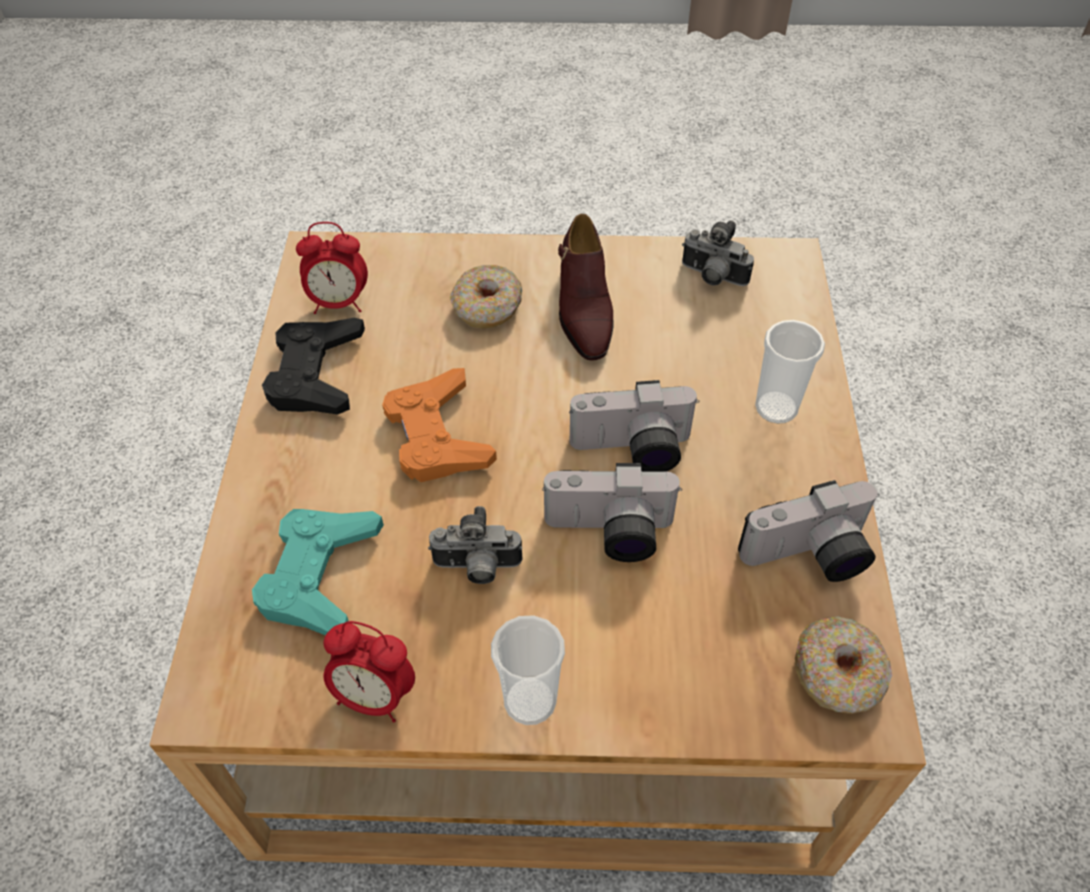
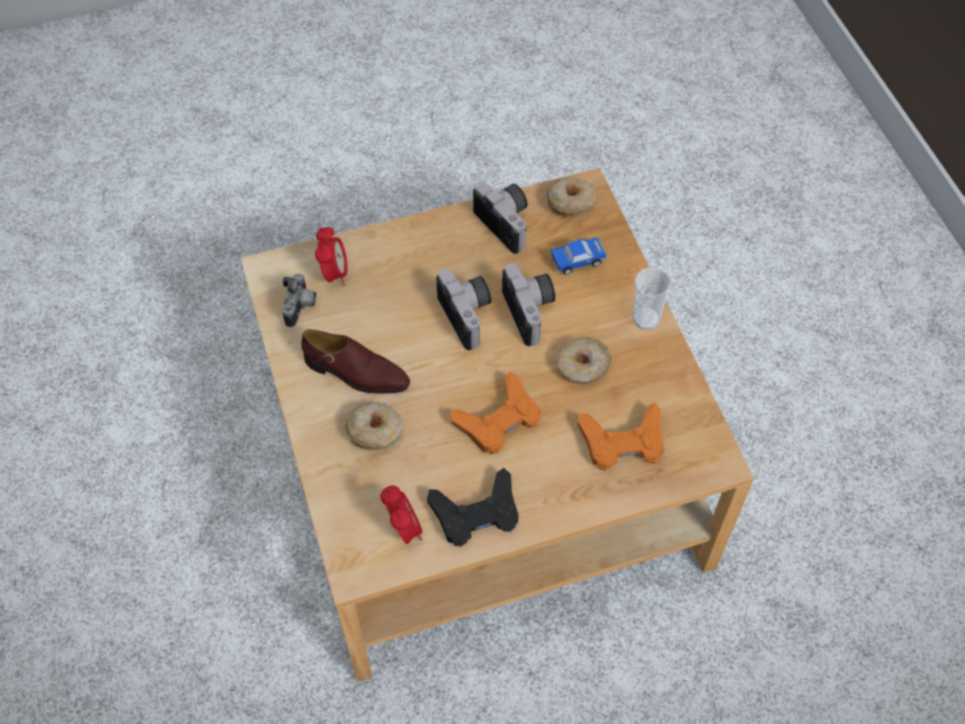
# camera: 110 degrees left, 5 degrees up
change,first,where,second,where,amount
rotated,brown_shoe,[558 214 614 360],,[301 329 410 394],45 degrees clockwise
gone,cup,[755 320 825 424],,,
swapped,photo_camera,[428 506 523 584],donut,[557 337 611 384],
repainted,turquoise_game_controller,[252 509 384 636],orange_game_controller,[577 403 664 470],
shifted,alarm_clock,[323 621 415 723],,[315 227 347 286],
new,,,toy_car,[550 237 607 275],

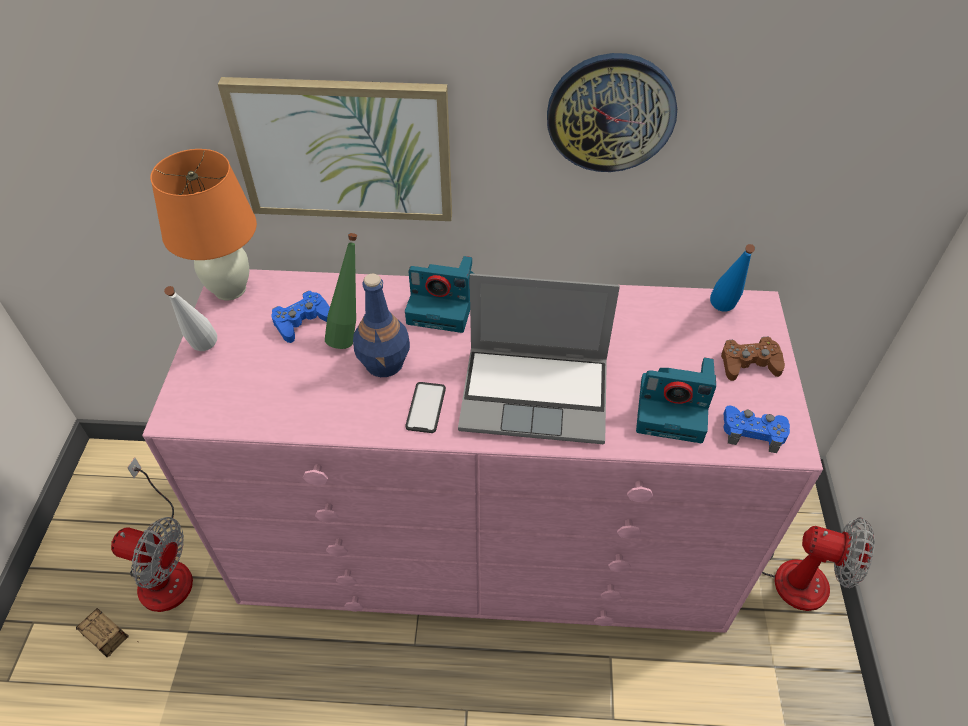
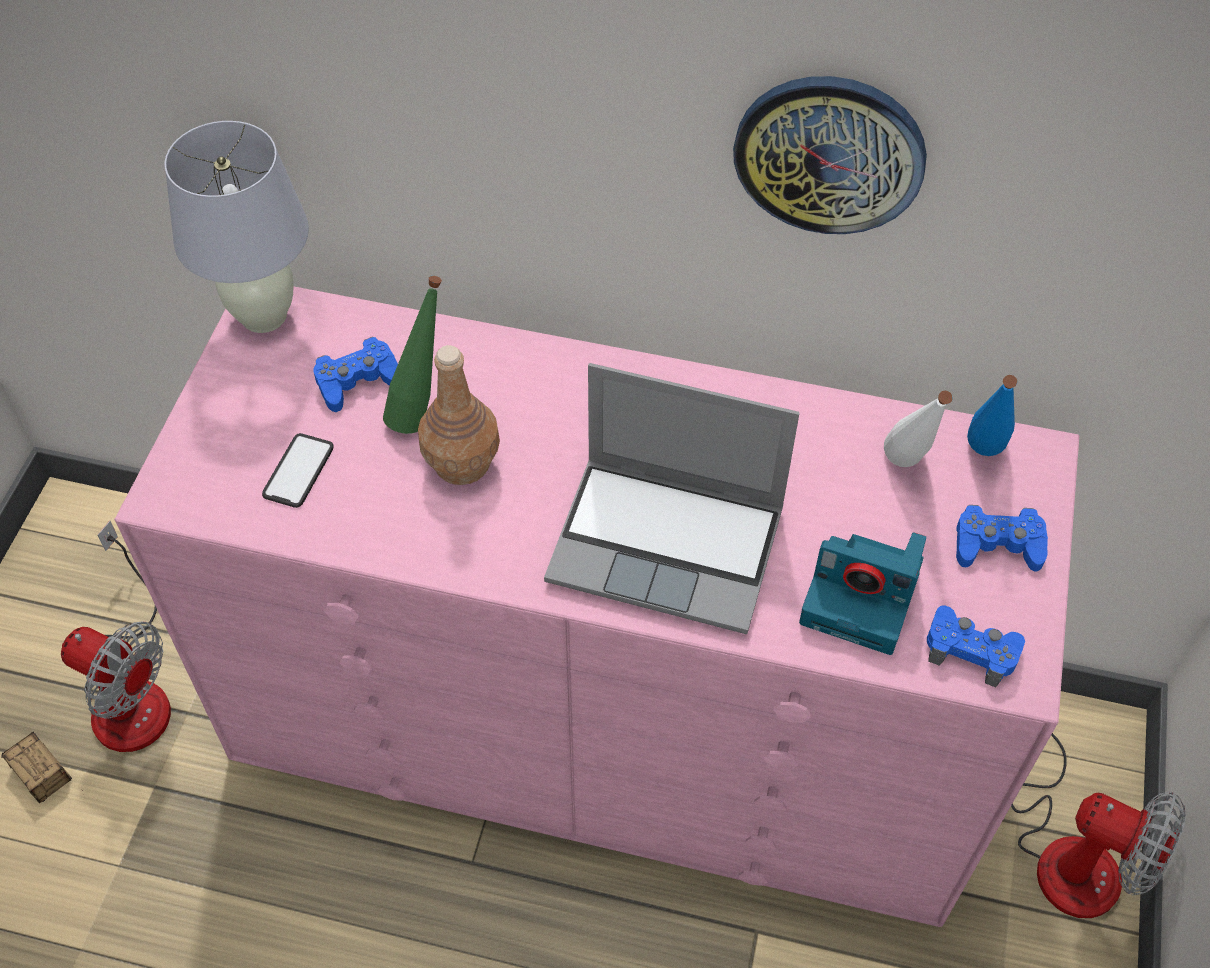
# camera: 10 degrees right, 5 degrees up
change,first,where,second,where,amount
gone,picture,[218 77 452 221],,,
repainted,orange_table_lamp,[150 149 257 300],white_table_lamp,[164 121 309 333],
gone,photo_camera,[405 256 474 333],,,
repainted,blue_bottle,[353 274 410 377],brown_bottle,[418 345 500 485],
shifted,white_bottle,[164 286 217 351],,[884 391 953 467],
repainted,brown_game_controller,[721 337 785 381],blue_game_controller,[956 505 1048 572],
shifted,phone,[405 382 446 433],,[262 433 333 508],

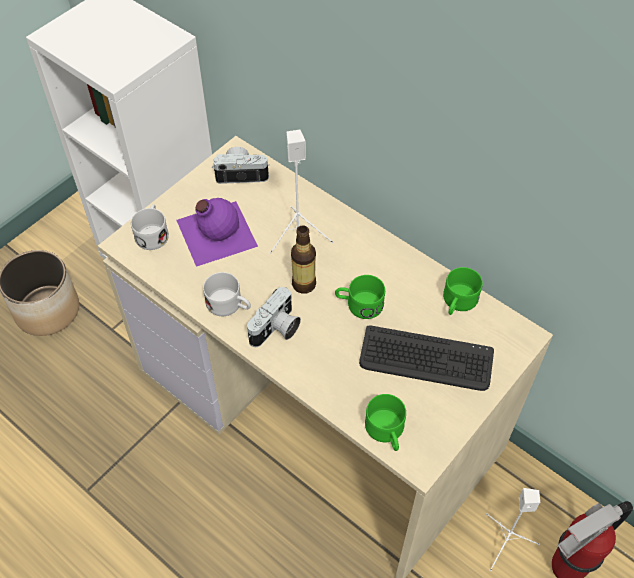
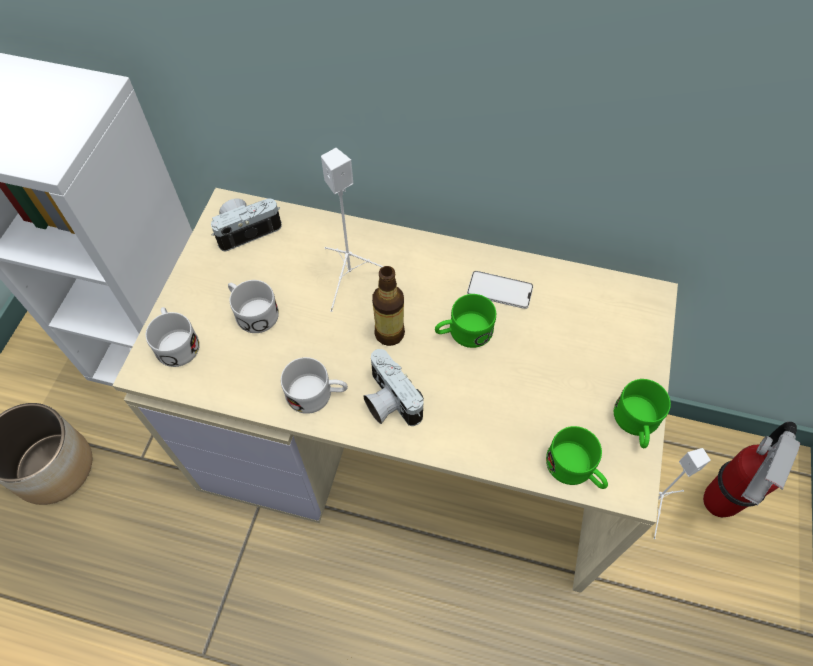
# camera: 25 degrees left, 5 degrees up
change,first,where,second,where,amount
swapped,purple_bottle,[176 198 258 267],white_mug,[228 280 279 333],
shifted,green_mug,[443 267 483 315],,[614 379 671 448],
rotated,photo_camera,[247 287 301 347],,[363 349 424 426],135 degrees clockwise
gone,keyboard,[359 325 494 391],,,
new,,,phone,[467 271 533 309],

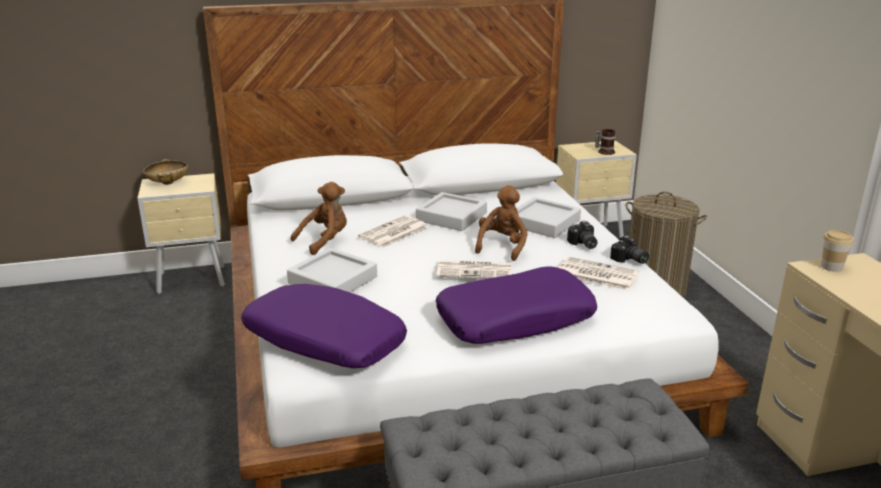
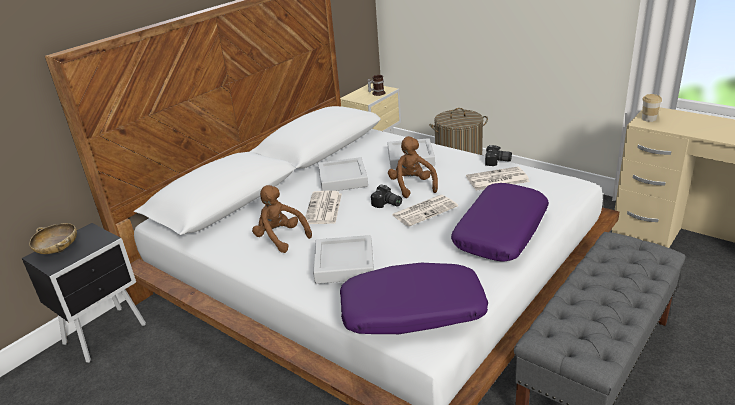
# camera: 35 degrees left, 5 degrees up
change,first,where,second,where,amount
repainted,beige_nightstand,[137 173 225 294],black_nightstand,[22 223 146 363],
rotated,brown_plush_toy,[291 182 347 255],,[252 185 312 253],60 degrees counterclockwise
shifted,photo_camera,[567 221 597 249],,[371 184 402 208],

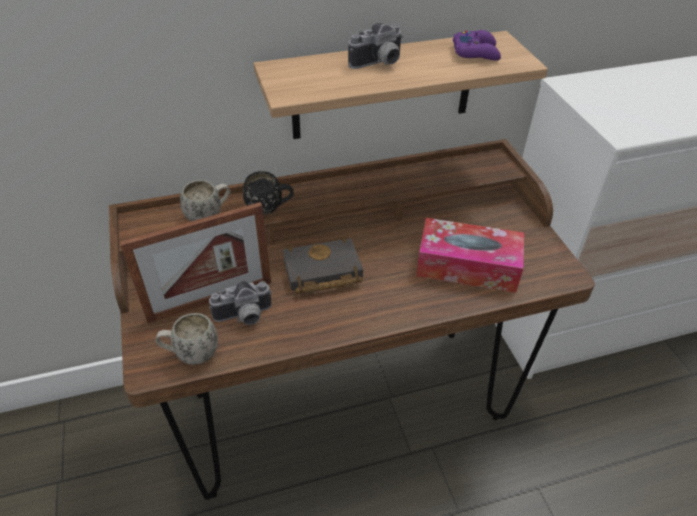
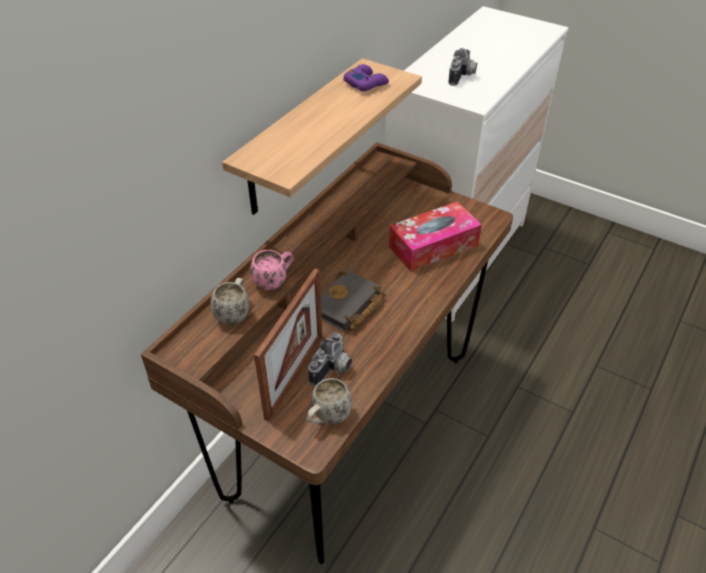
# camera: 40 degrees left, 0 degrees up
change,first,where,second,where,amount
shifted,photo_camera,[348 23 403 69],,[448 48 477 86],
repainted,black_mug,[243 171 294 215],pink_mug,[250 250 294 290],

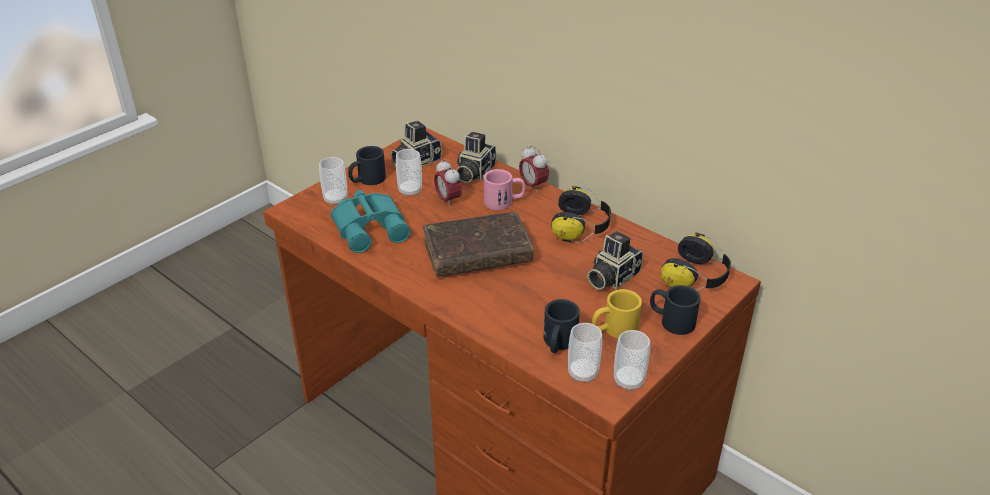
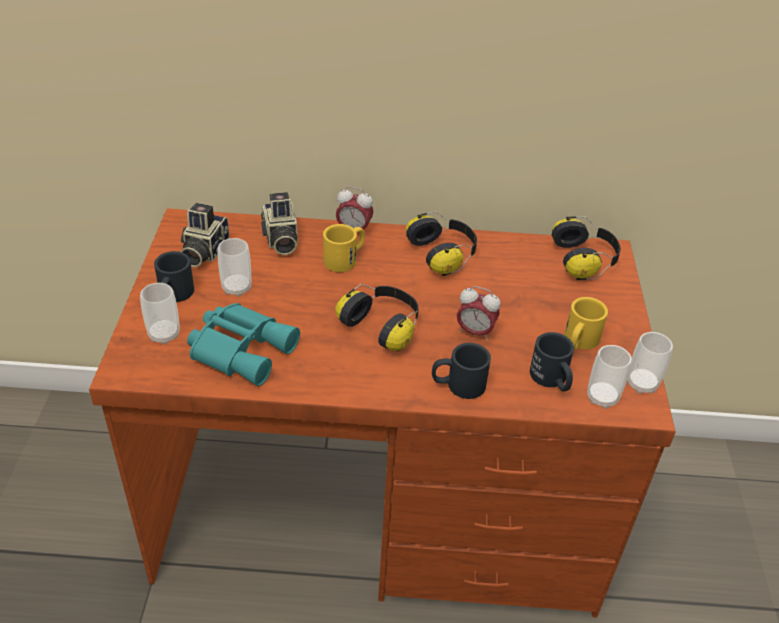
# camera: 40 degrees left, 5 degrees up
change,first,where,second,where,amount
shifted,alarm_clock,[434 159 462 208],,[457 286 501 341],
repainted,pink_mug,[484 169 525 210],yellow_mug,[323 224 365 272],
swapped,brown_book,[423 212 534 277],headphones,[335 284 419 352],
gone,photo_camera,[587 231 643 290],,,
shifted,black_mug,[650 285 701 335],,[432 343 491 399],

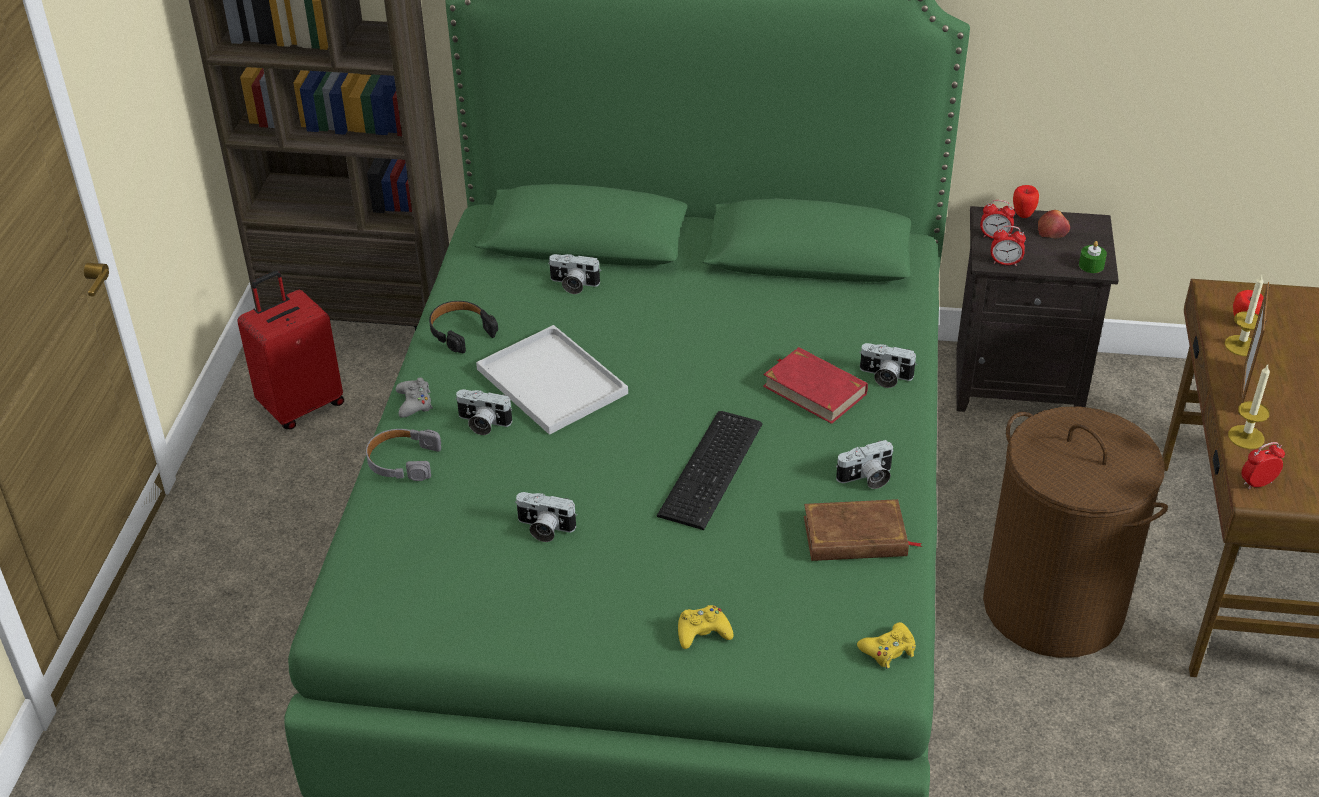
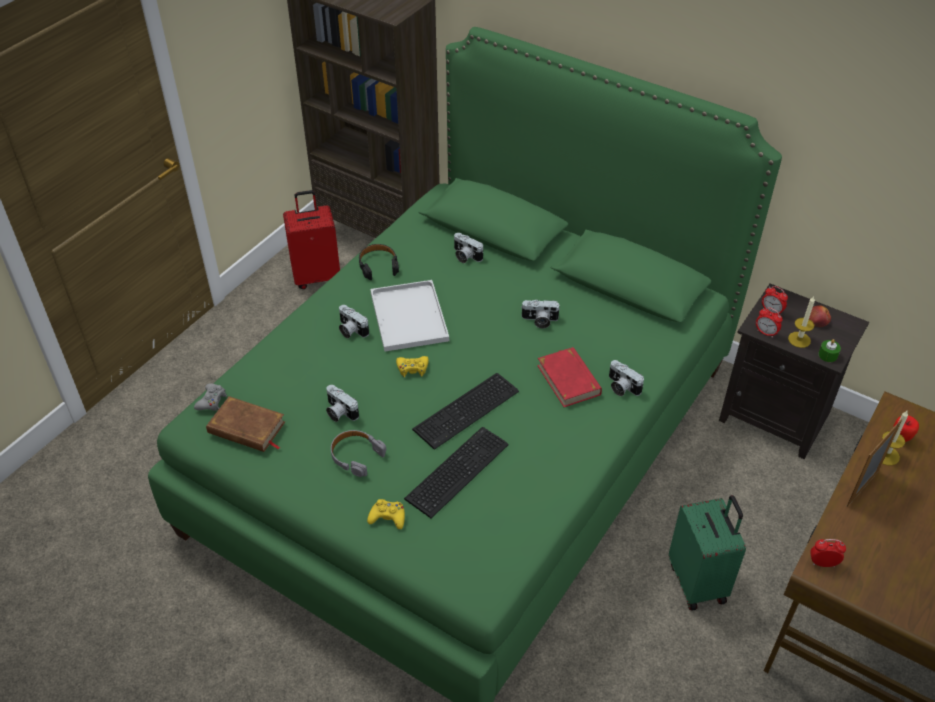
# camera: 25 degrees right, 5 degrees up
change,first,where,second,where,amount
gone,apple,[1013 185 1039 218],,,
shifted,candle,[1228 365 1270 449],,[788 296 815 348],
shifted,grey_game_controller,[396 377 433 418],,[194 383 227 411],
swapped,brown_laundry_basket,[983 407 1168 658],green_suitcase,[669 495 746 611],
shifted,grey_headphones,[366 429 441 481],,[331 430 387 477],
shifted,photo_camera,[836 440 893 489],,[521 300 561 329],
shifted,brown_book,[804 499 922 561],,[206 396 285 452],
shifted,yellow_game_controller,[857 622 916 669],,[396 356 429 377],
new,,,keyboard,[404 427 509 518],

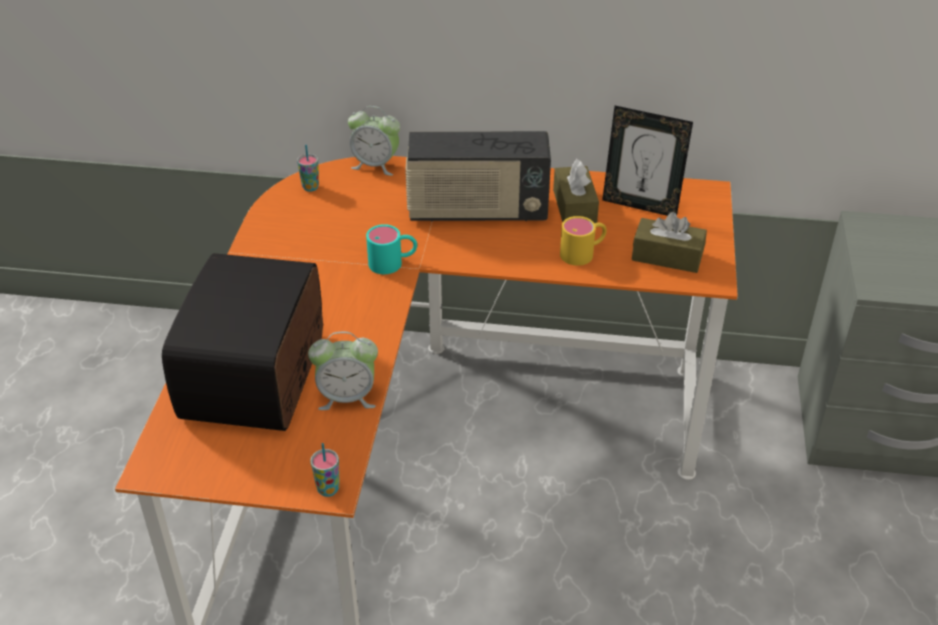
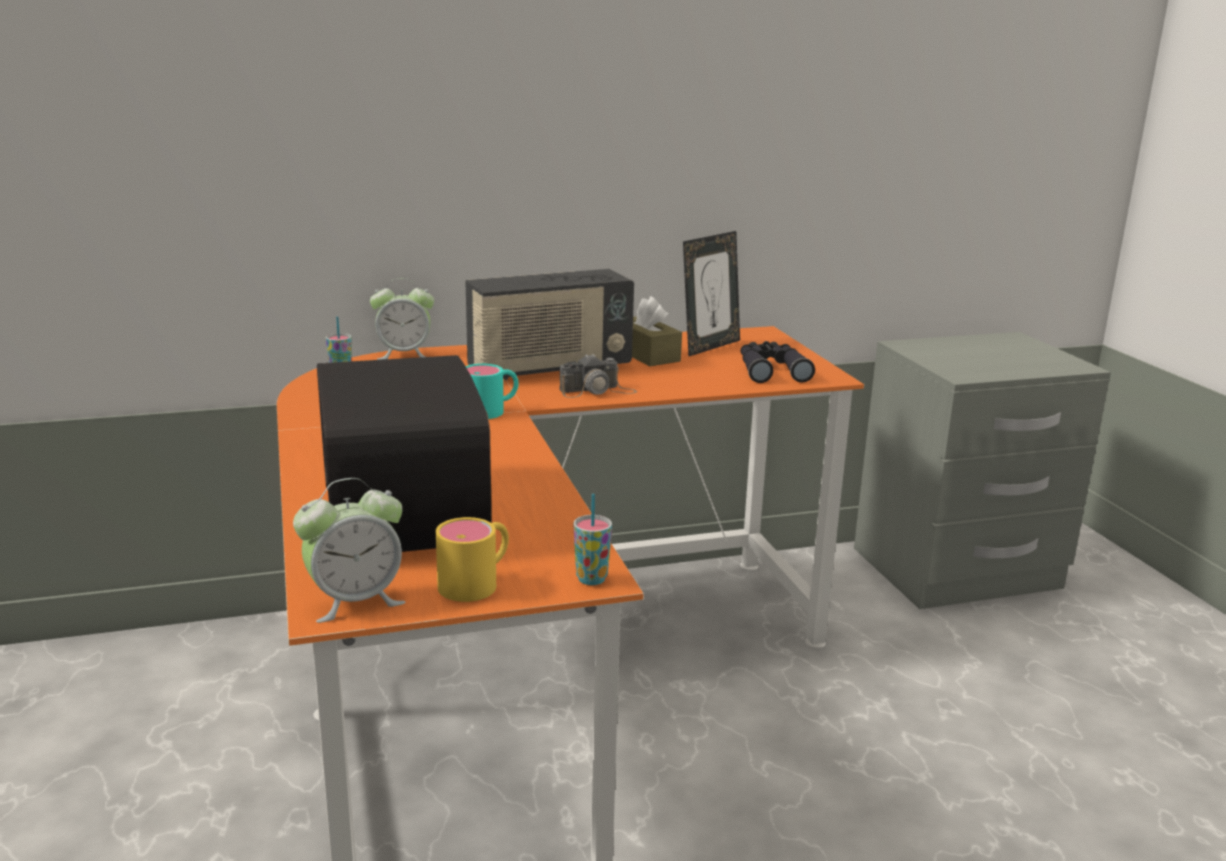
# camera: 25 degrees left, 20 degrees down
change,first,where,second,where,amount
rotated,picture_frame,[602 106 693 216],,[683 231 740 357],45 degrees counterclockwise
swapped,brown_tissue_box,[632 212 707 273],black_binoculars,[740 341 815 383],
shifted,yellow_mug,[560 216 607 266],,[436 517 509 602],
shifted,alarm_clock,[308 332 378 410],,[293 478 405 623],
new,,,photo_camera,[559 354 637 398],

